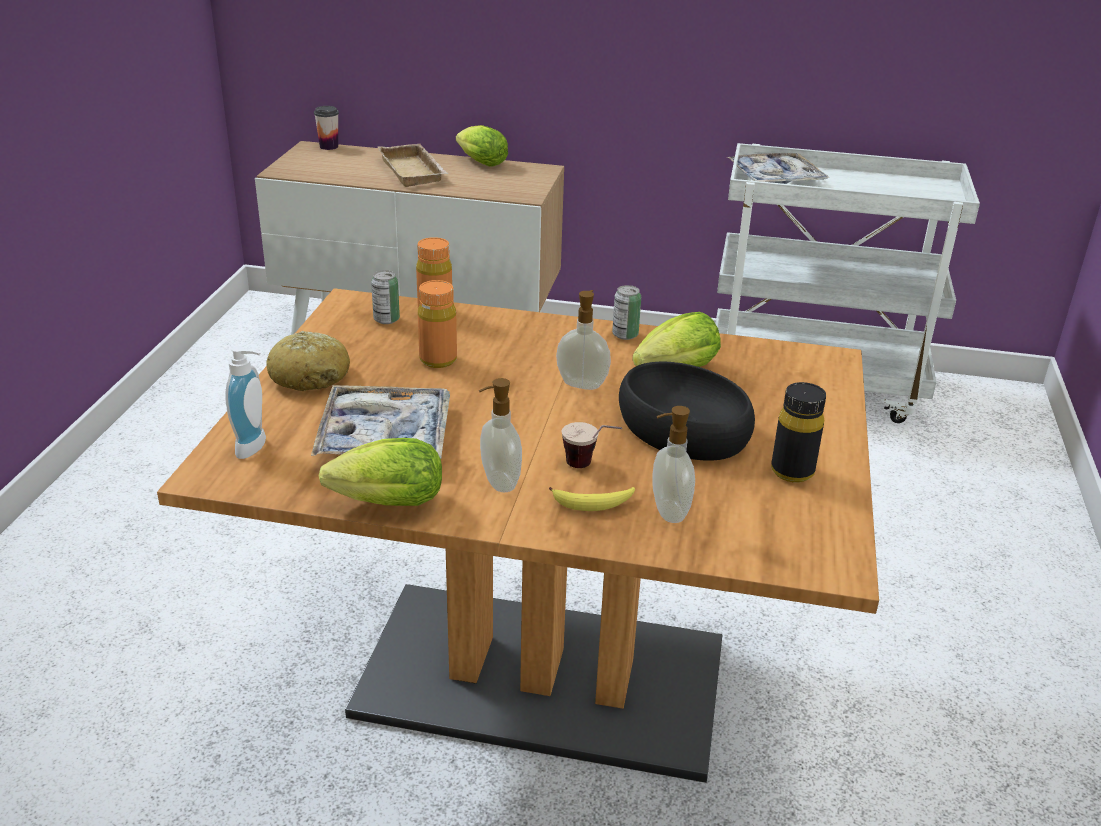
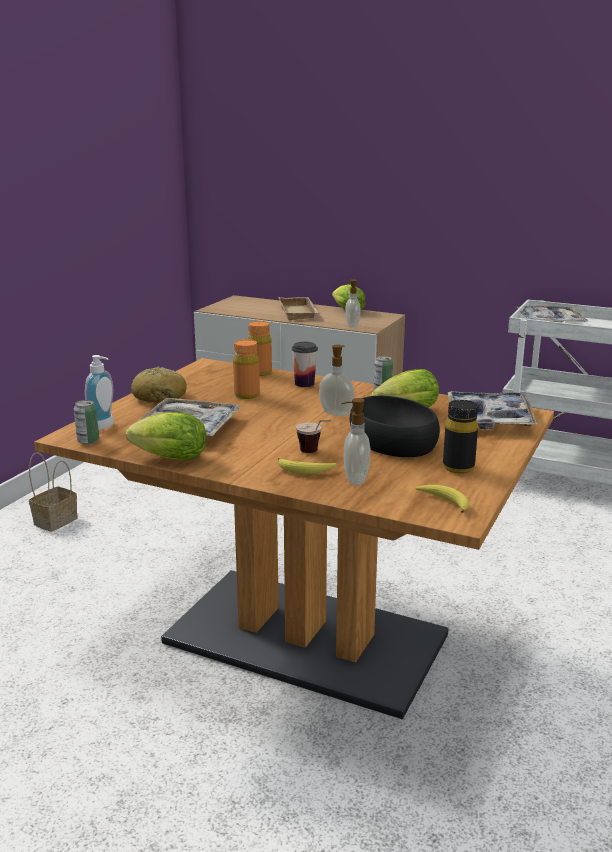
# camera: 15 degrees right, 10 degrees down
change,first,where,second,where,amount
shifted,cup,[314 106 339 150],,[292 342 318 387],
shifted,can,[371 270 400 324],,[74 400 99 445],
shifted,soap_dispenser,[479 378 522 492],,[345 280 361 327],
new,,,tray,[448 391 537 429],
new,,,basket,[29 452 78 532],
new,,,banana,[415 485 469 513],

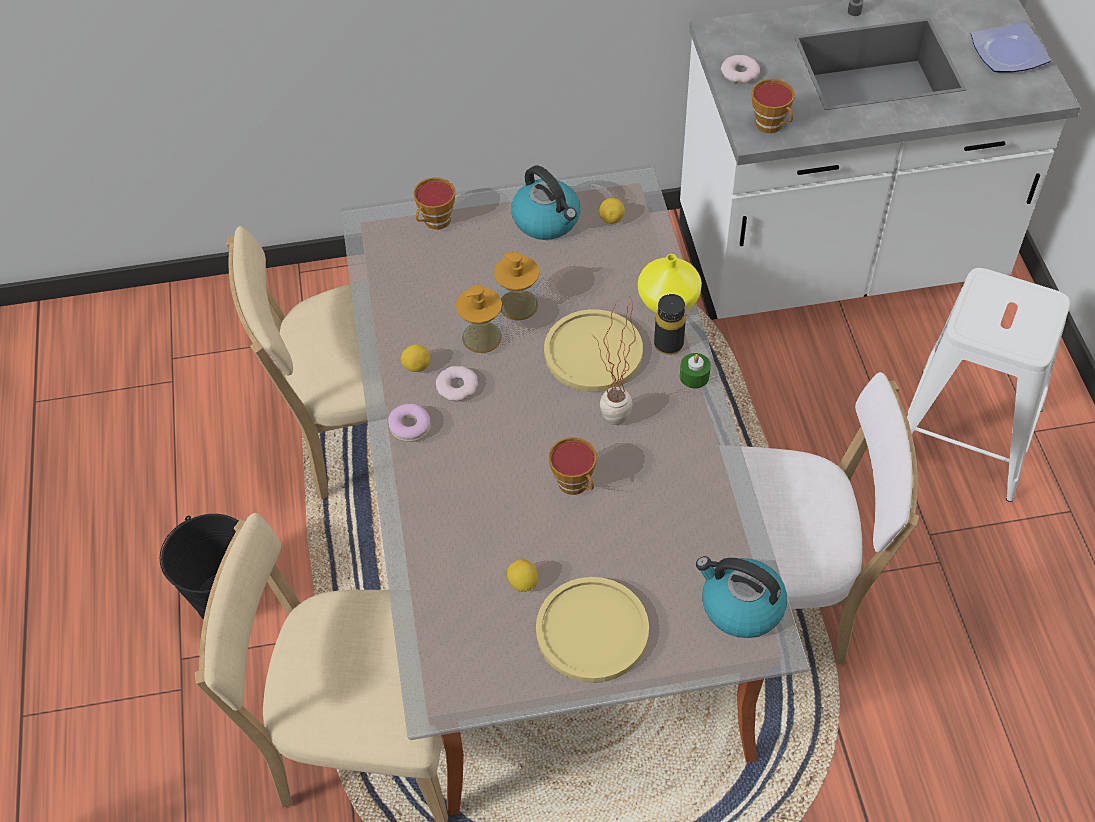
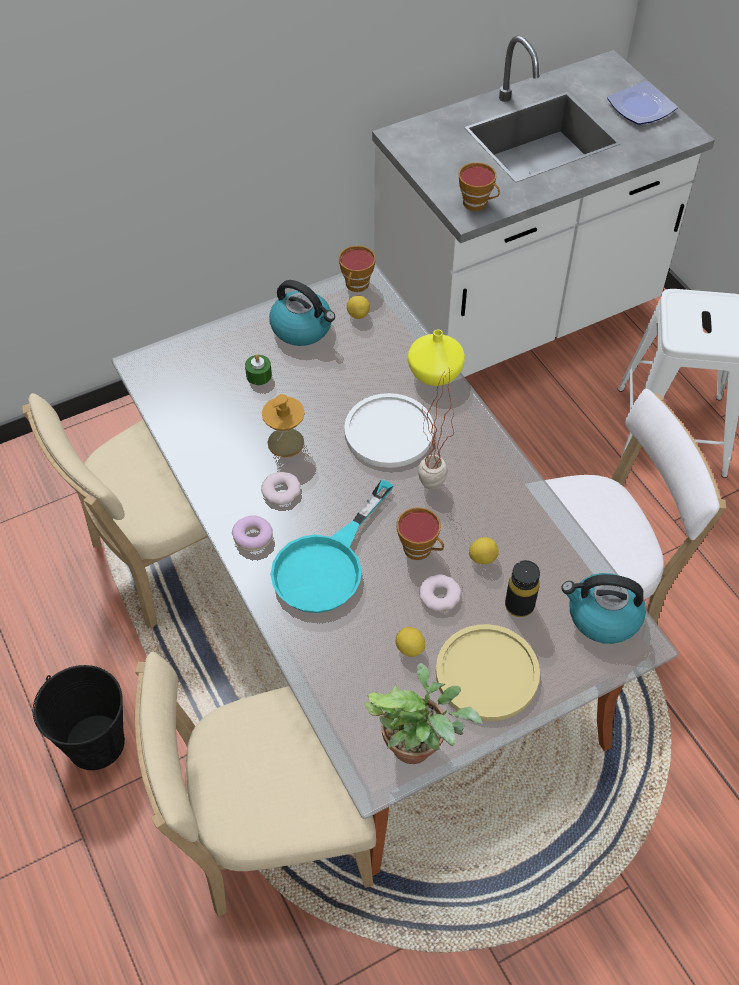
# camera: 20 degrees left, 0 degrees up
change,first,where,second,where,amount
shifted,donut,[721 55 760 83],,[419 574 461 611],
shifted,cup,[413 177 455 230],,[339 245 376 292],
gone,soap_dispenser,[494 252 540 321],,,
shifted,black_bottle,[654 294 686 355],,[505 560 540 617],
repainted,yellow_plate,[544 309 643 392],white_plate,[344 393 434 468],
shifted,lemon,[401 344 430 372],,[469 537 499 564],
shifted,green_candle,[680 353 711 388],,[245 354 272 385],
new,,,turquoise_frying_pan,[271 479 394 613],
new,,,potted_plant,[364 663 483 764],

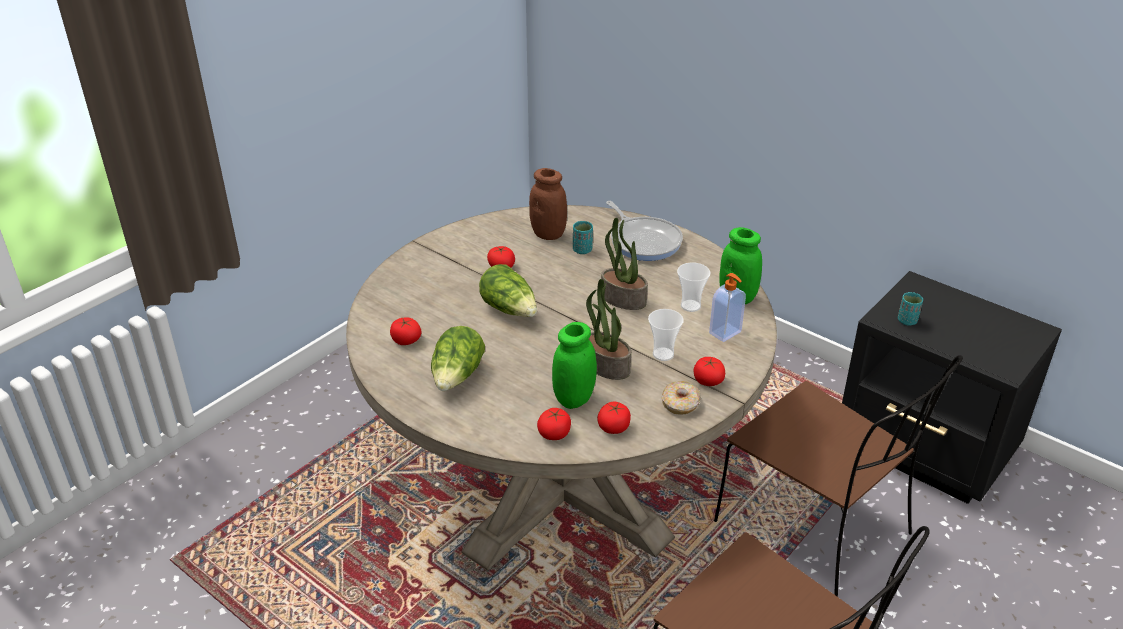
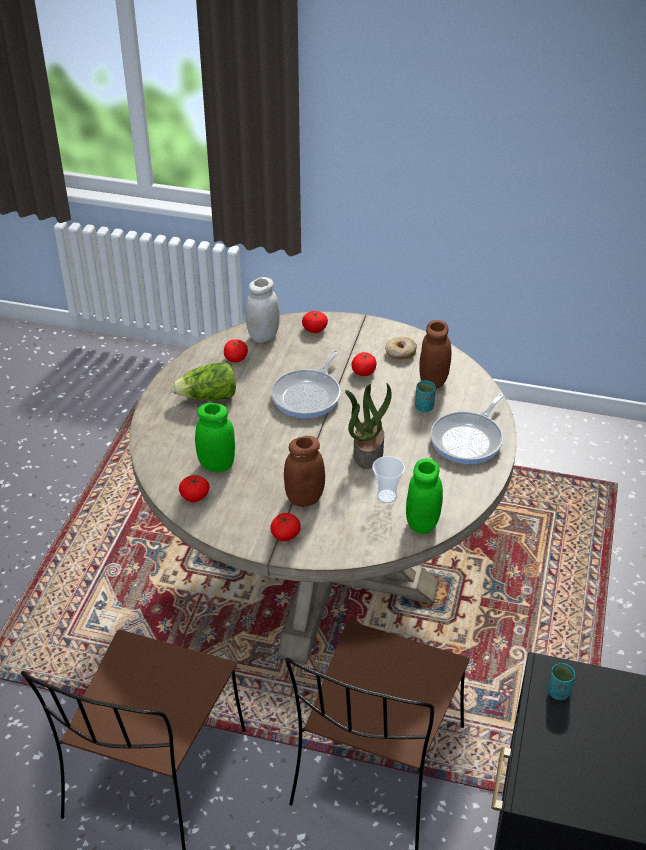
# camera: 65 degrees right, 5 degrees up
change,first,where,second,where,amount
swapped,lettuce,[479 264 537 317],frying_pan,[271 350 341 418],
gone,soap_dispenser,[709 273 746 342],,,
gone,potted_plant,[586 279 631 380],,,
swapped,cup,[648 309 684 361],brown_jar,[284 436 325 507],
shifted,donut,[662 381 701 415],,[385 337 417 360],
shifted,tomato,[537 408 571 440],,[302 311 328 333],
new,,,white_jar,[246 277 280 343],

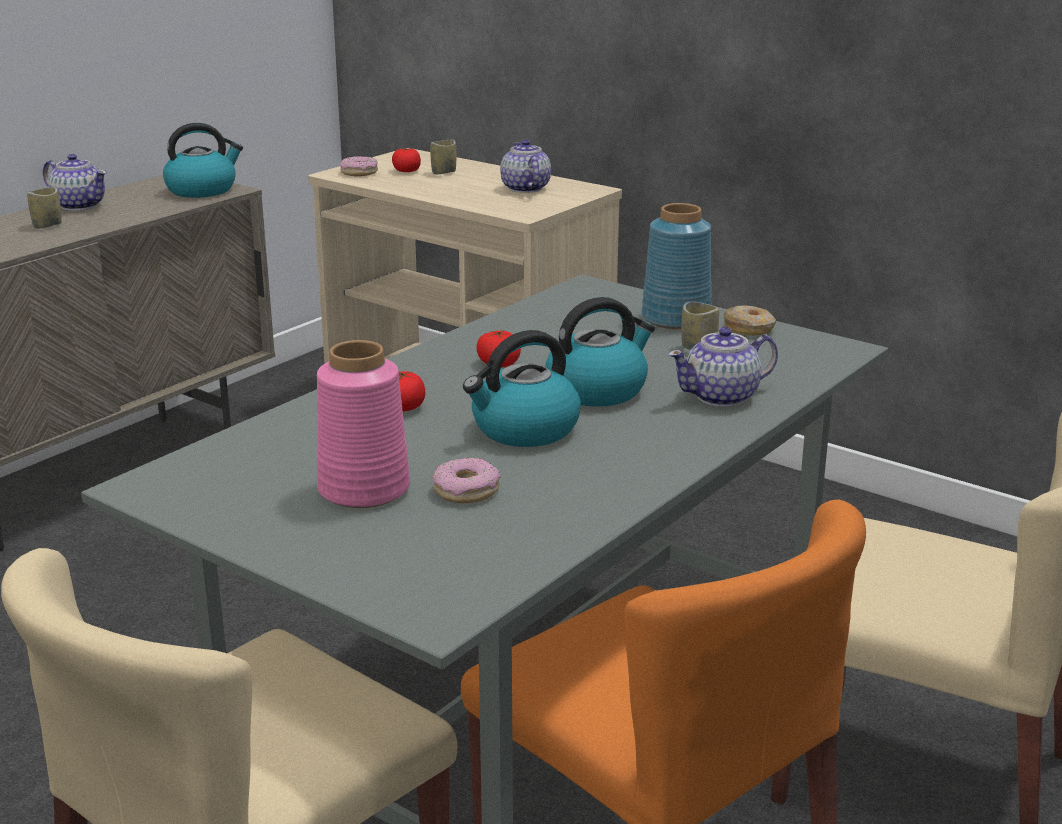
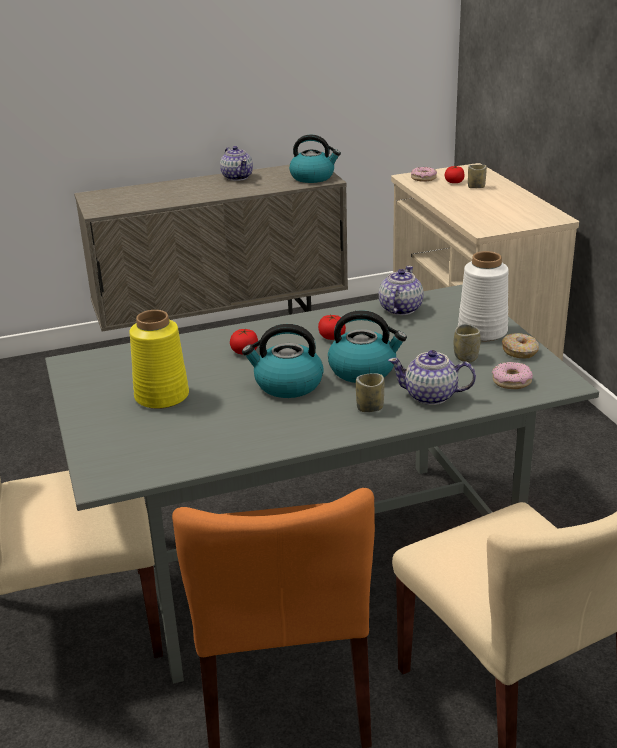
# camera: 35 degrees right, 5 degrees up
change,first,where,second,where,amount
shifted,teapot,[500 139 551 193],,[379 266 424 315],
shifted,cup,[27 187 62 228],,[356 373 384 412],
repainted,blue_vase,[641 203 712 329],white_vase,[458 251 509 341],
repainted,pink_vase,[317 340 410 508],yellow_vase,[129 310 189 409],
shifted,donut,[432 458 501 503],,[492 362 533 389],

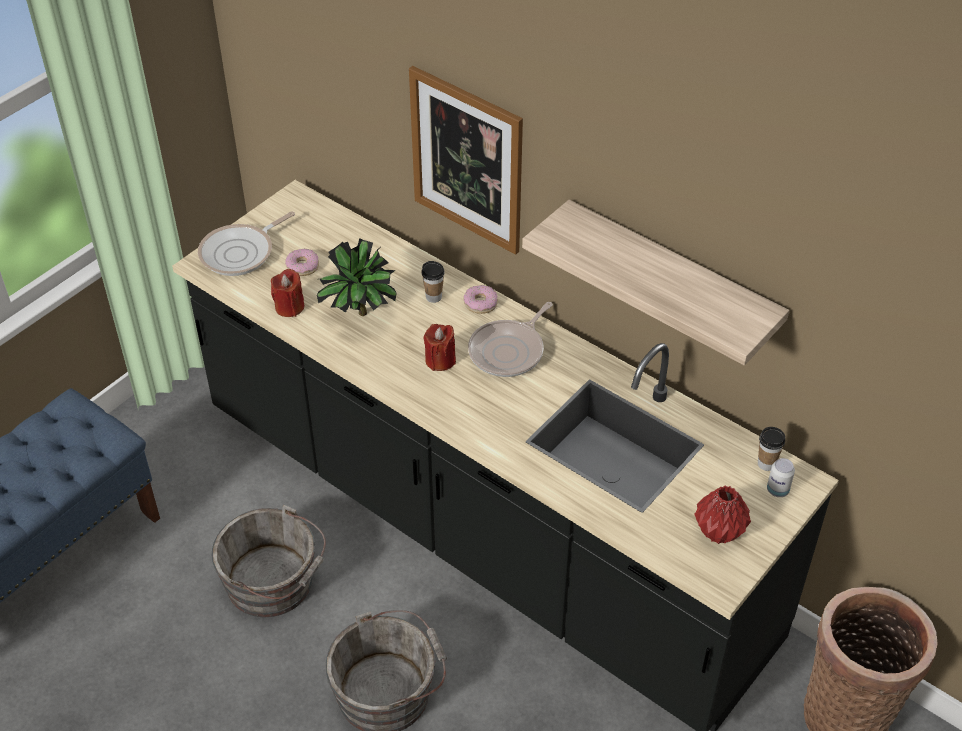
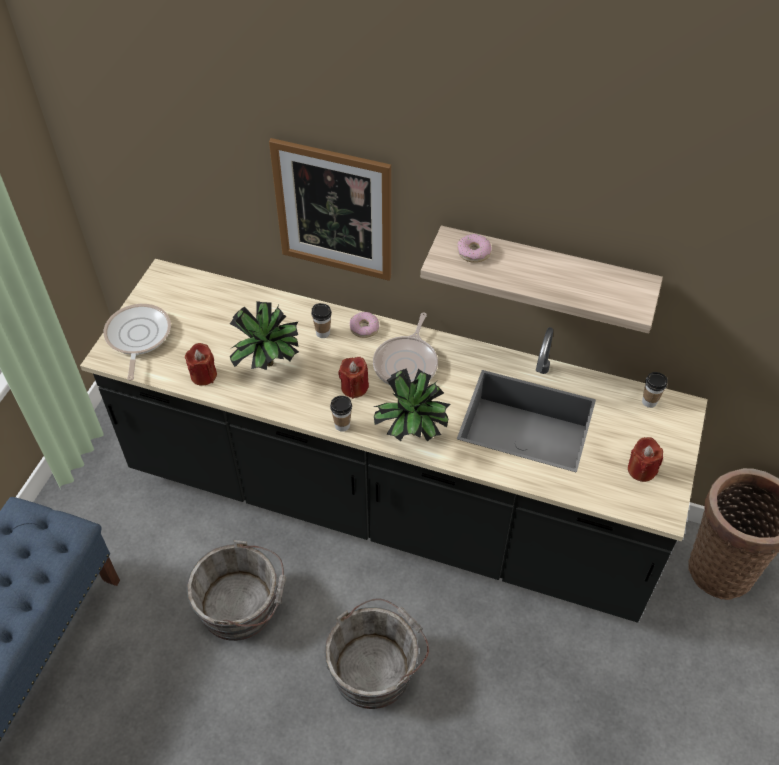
# camera: 20 degrees left, 5 degrees up
change,first,where,second,where,amount
rotated,frying_pan,[198 211 295 276],,[104 304 171 381],150 degrees clockwise
shifted,donut,[285 249 319 276],,[457 234 492 263],
gone,can,[767 458 795 497],,,
swapped,red_vase,[694 485 751 544],red_candle,[628 437 663 482],
new,,,potted_plant,[374 368 451 441],
new,,,cup,[330 396 352 432],

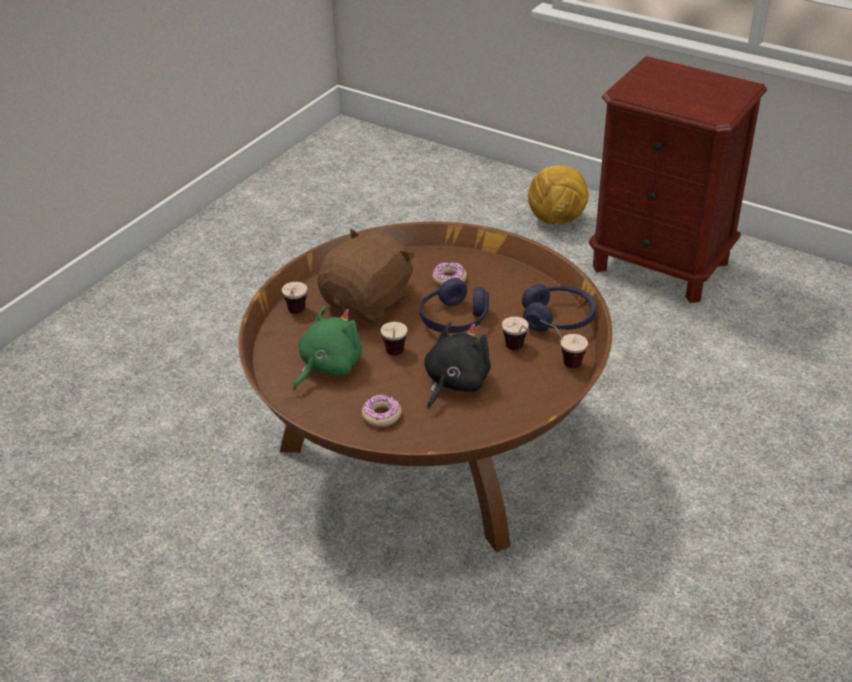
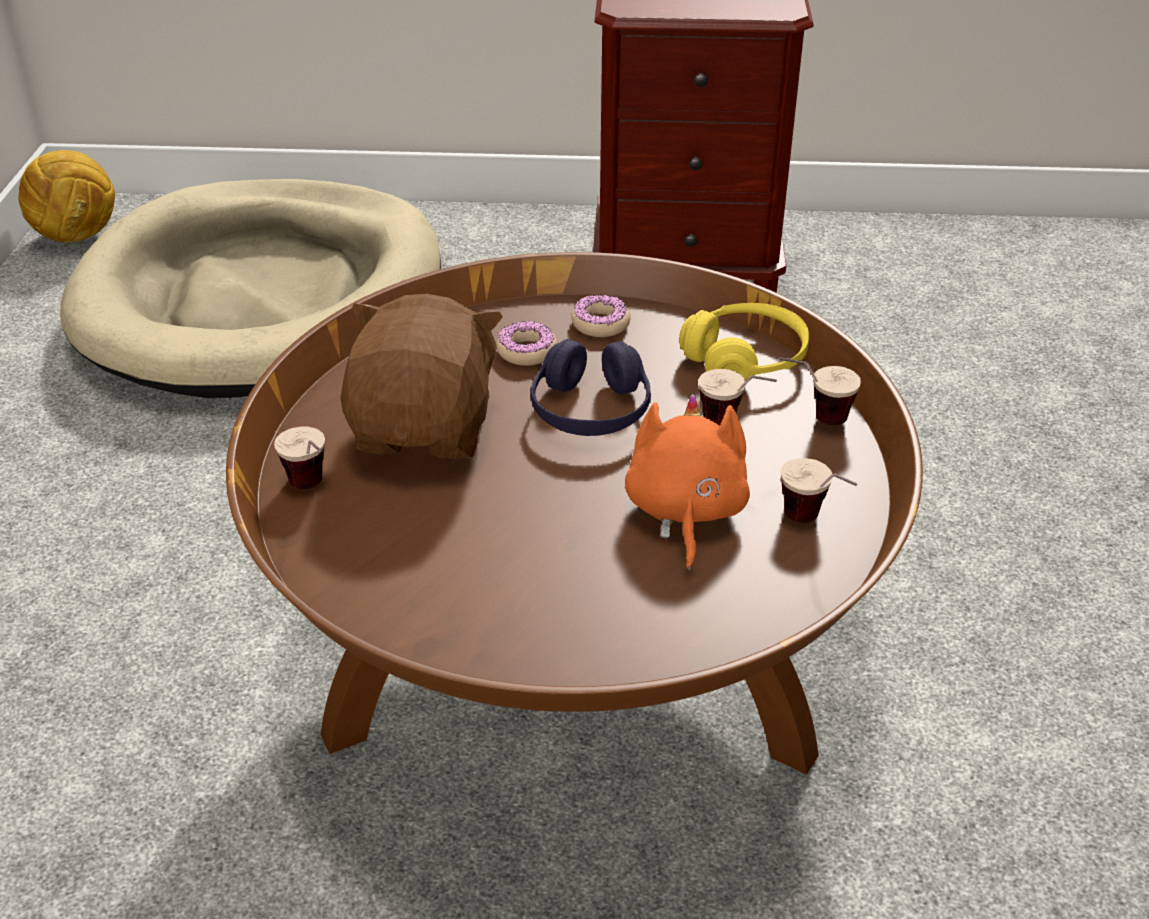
# camera: 30 degrees left, 0 degrees up
change,first,where,second,where,amount
shifted,football,[528 165 589 225],,[18 150 115 242],
repainted,purple_headphones,[522 284 596 332],yellow_headphones,[679 303 809 381],
gone,green_plush_toy,[293 306 362 390],,,
repainted,black_plush_toy,[424 321 491 410],orange_plush_toy,[625 394 750 570],
shifted,cup,[381 322 408 355],,[781 458 857 523],
shifted,donut,[362 394 402 427],,[571 294 631 337],
new,,,beige_dog_bed,[60 179 441 398],

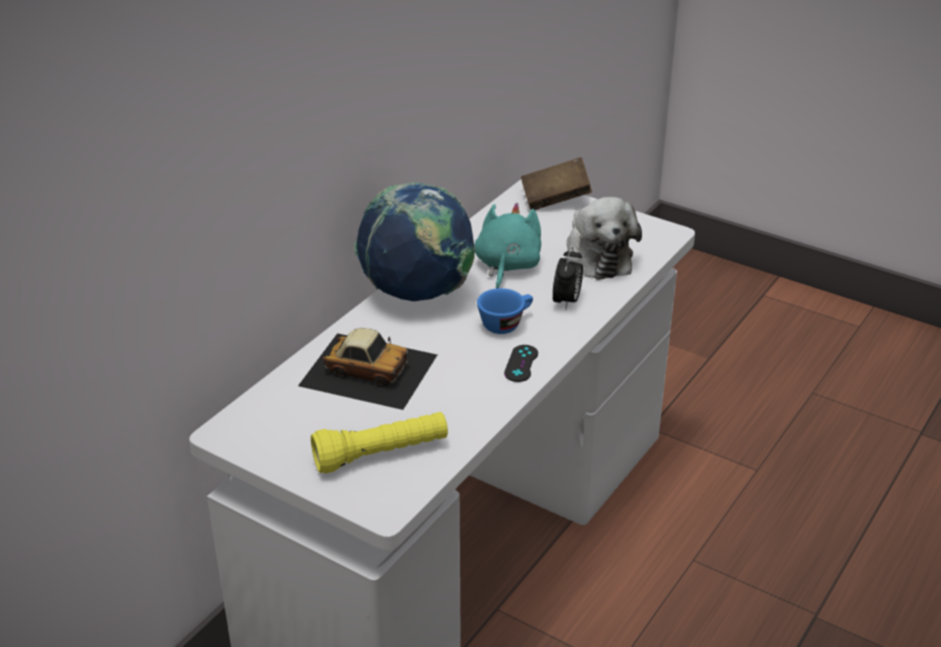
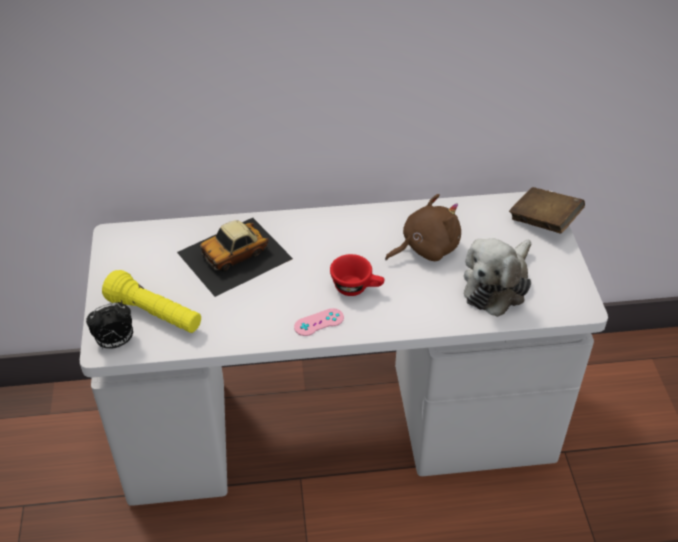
# camera: 50 degrees right, 10 degrees up
change,first,where,second,where,amount
gone,globe,[354 182 476 301],,,
repainted,turquoise_plush_toy,[474 203 541 289],brown_plush_toy,[385 194 461 261],
shifted,alarm_clock,[553 247 583 310],,[86 303 133 349],
repainted,blue_cup,[477 288 533 334],red_cup,[330 254 385 296],
rotated,toy_car,[298 328 437 410],,[177 218 293 297],75 degrees clockwise
repainted,black_game_controller,[504 345 538 382],pink_game_controller,[294 308 344 336],

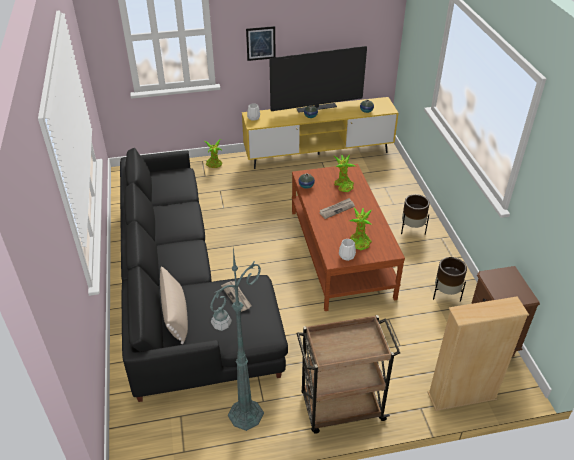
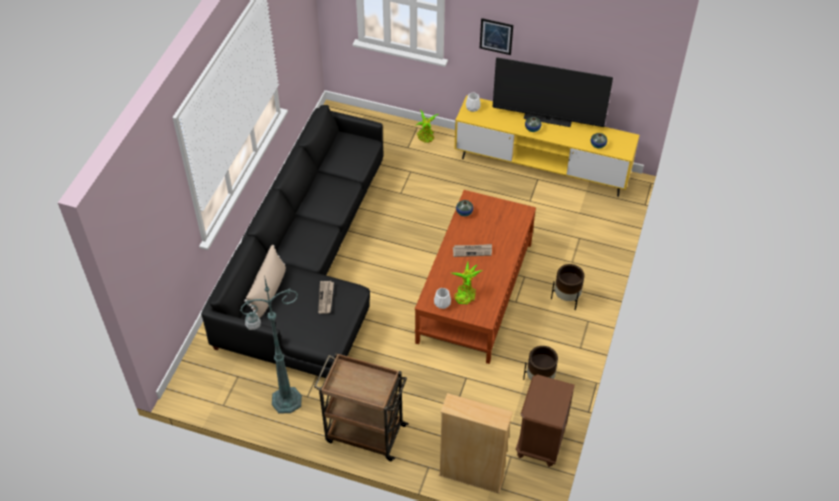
# camera: 30 degrees right, 10 degrees up
change,first,where,second,where,amount
gone,potted_plant,[334 154 355 192],,,

